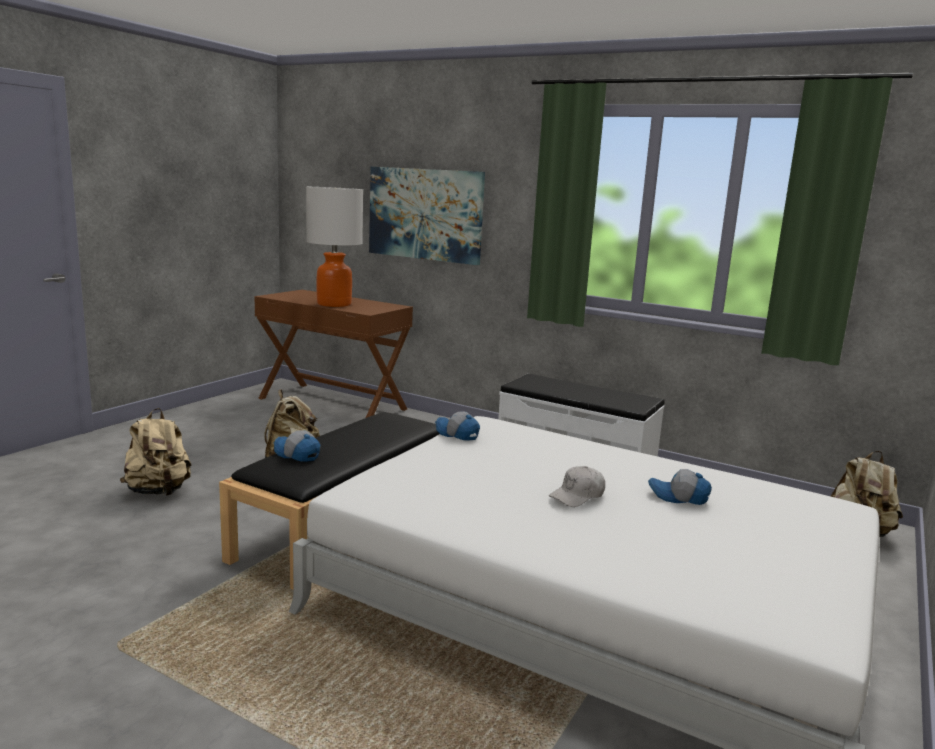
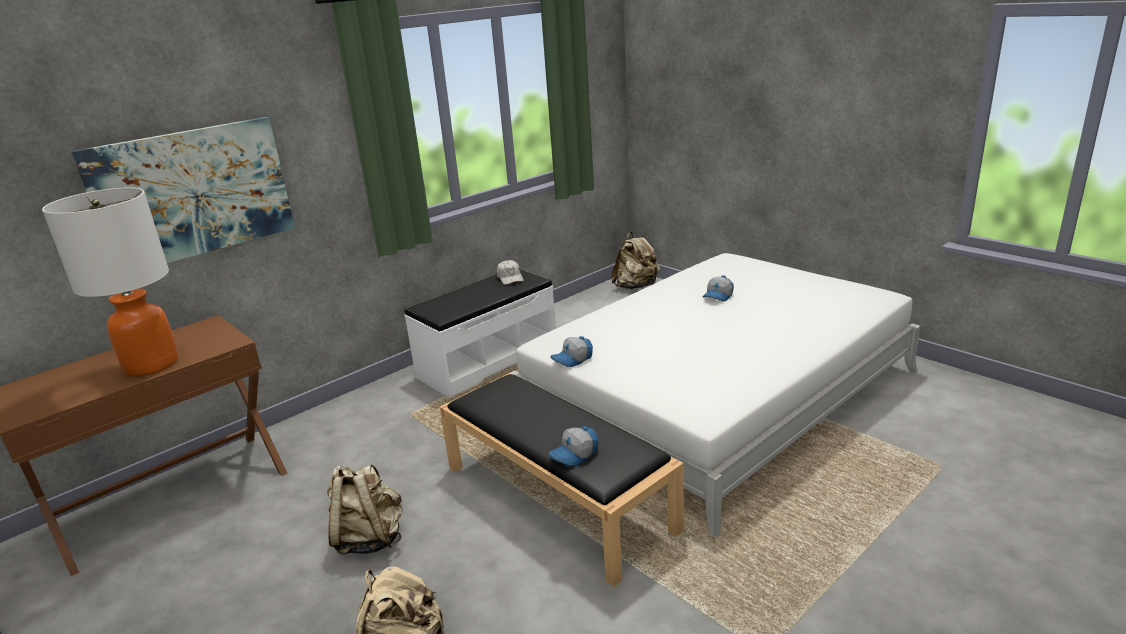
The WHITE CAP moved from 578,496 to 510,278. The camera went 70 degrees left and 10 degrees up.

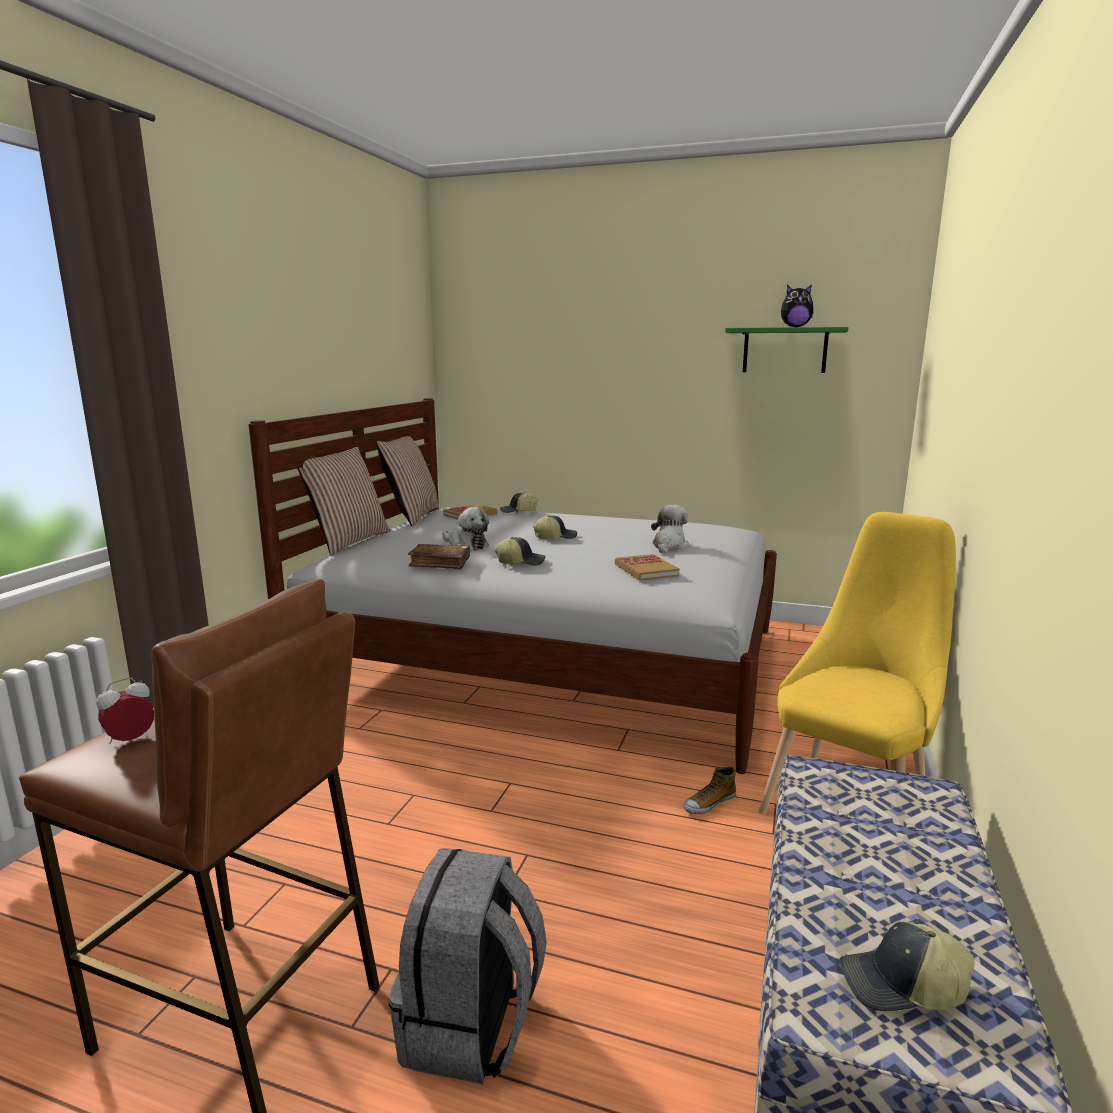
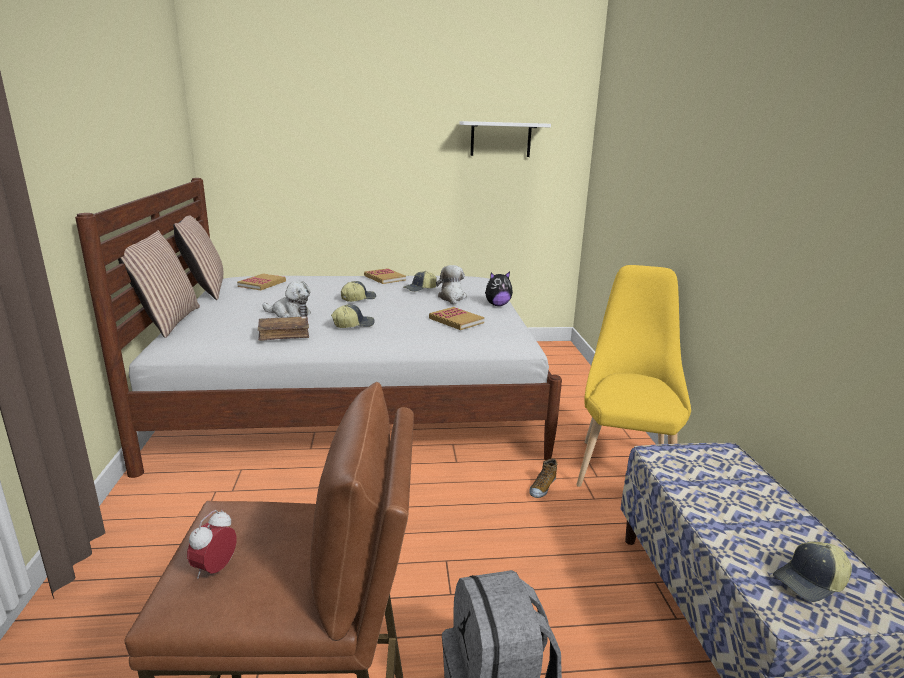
The BOOK at 384,278 appeared. The CAP moved from 518,512 to 420,289. The PLUSH TOY moved from 795,327 to 497,305. The GREEN SHELF at 784,350 became the WHITE SHELF at 500,139. The camera went 25 degrees left and 5 degrees up.

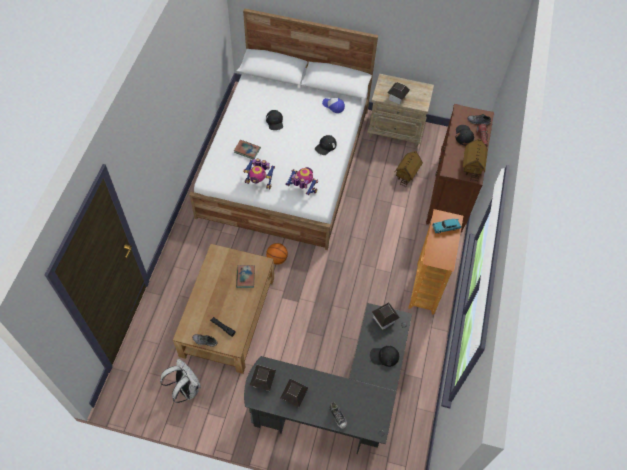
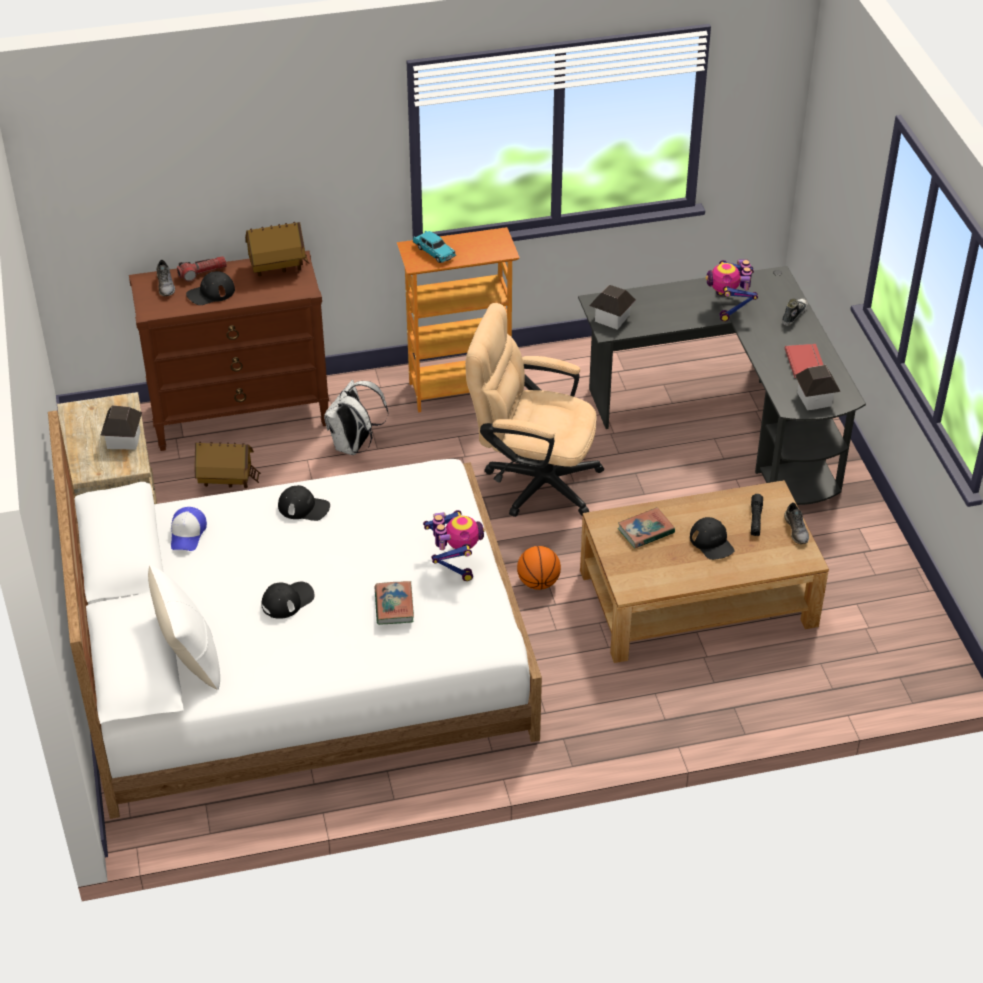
The WHITE PILLOW at 190,658 appeared. The BEIGE OFFICE CHAIR at 532,480 appeared. The WHITE BACKPACK moved from 185,389 to 354,446. The TOY ROBOT moved from 302,190 to 729,306. The BLACK CAP moved from 384,356 to 712,542. The TOY HOUSE at 294,396 was replaced by the RED BOOK at 806,362. The camera went 115 degrees left and 15 degrees down.

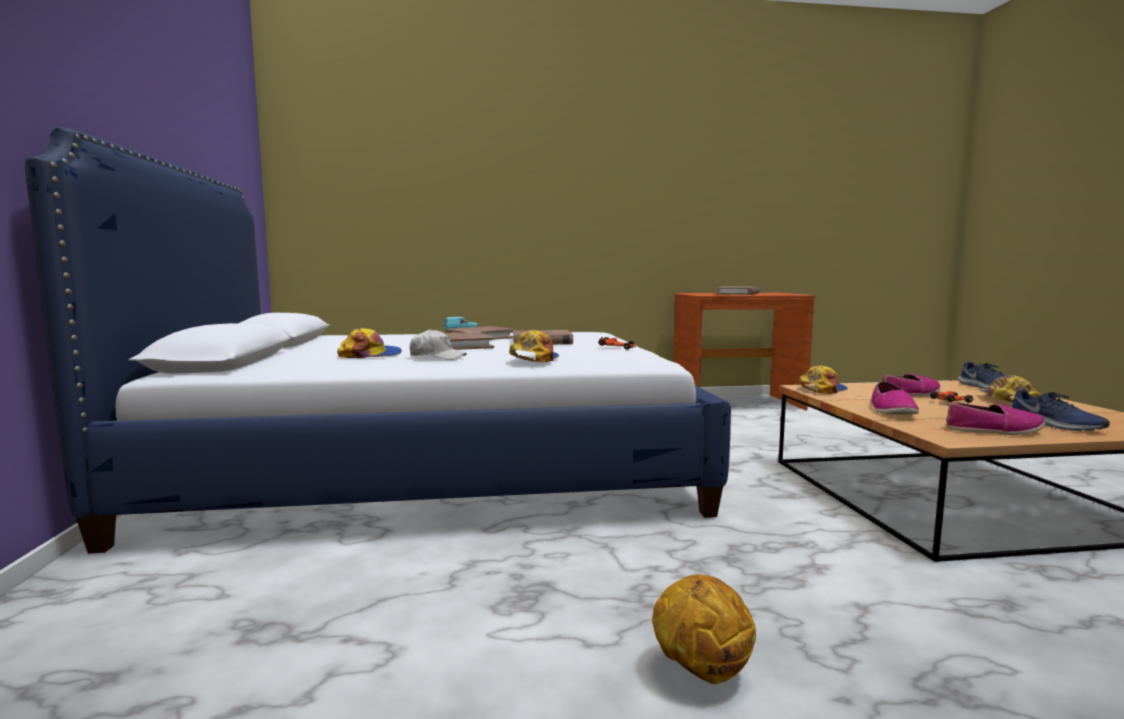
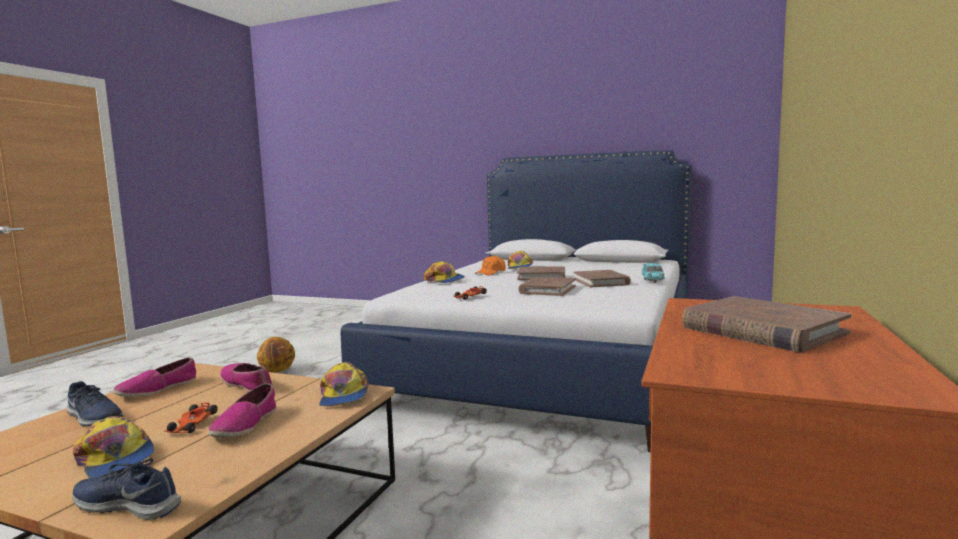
The WHITE CAP at 437,357 became the ORANGE CAP at 491,273. The BLUE SHOE at 1054,425 turned 150 degrees counterclockwise. The camera went 120 degrees right and 0 degrees up.

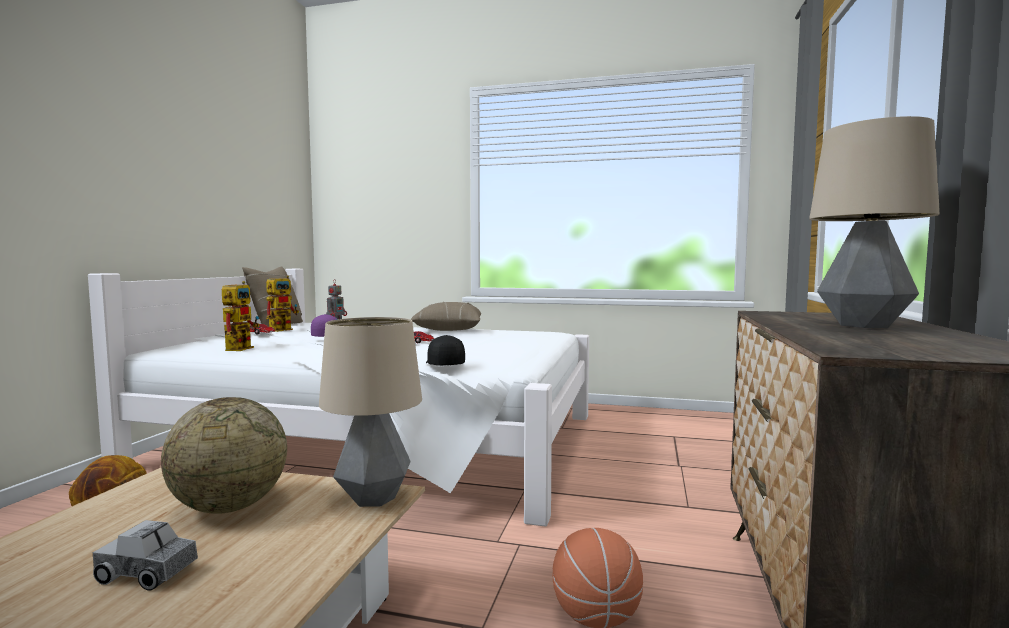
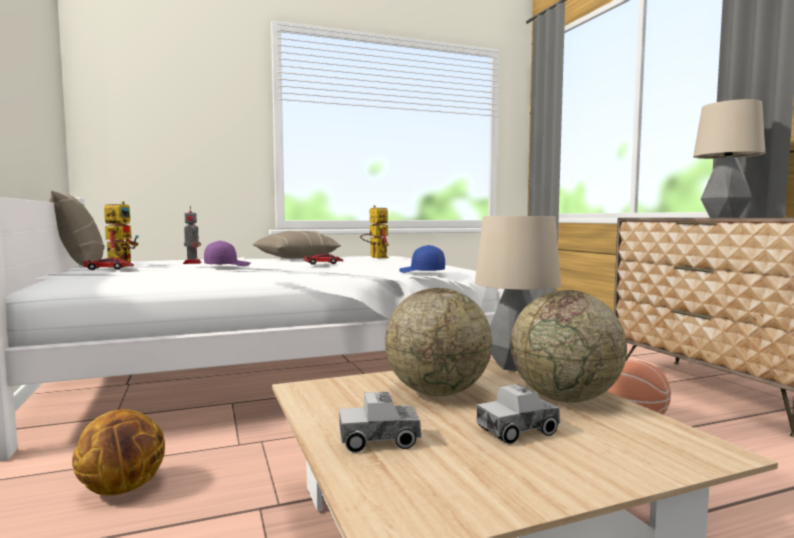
The TOY TRUCK at 379,440 appeared. The GLOBE at 565,398 appeared. The TOY ROBOT moved from 240,348 to 375,257. The BLACK CAP at 443,364 became the BLUE CAP at 421,272. The camera went 35 degrees left and 0 degrees up.

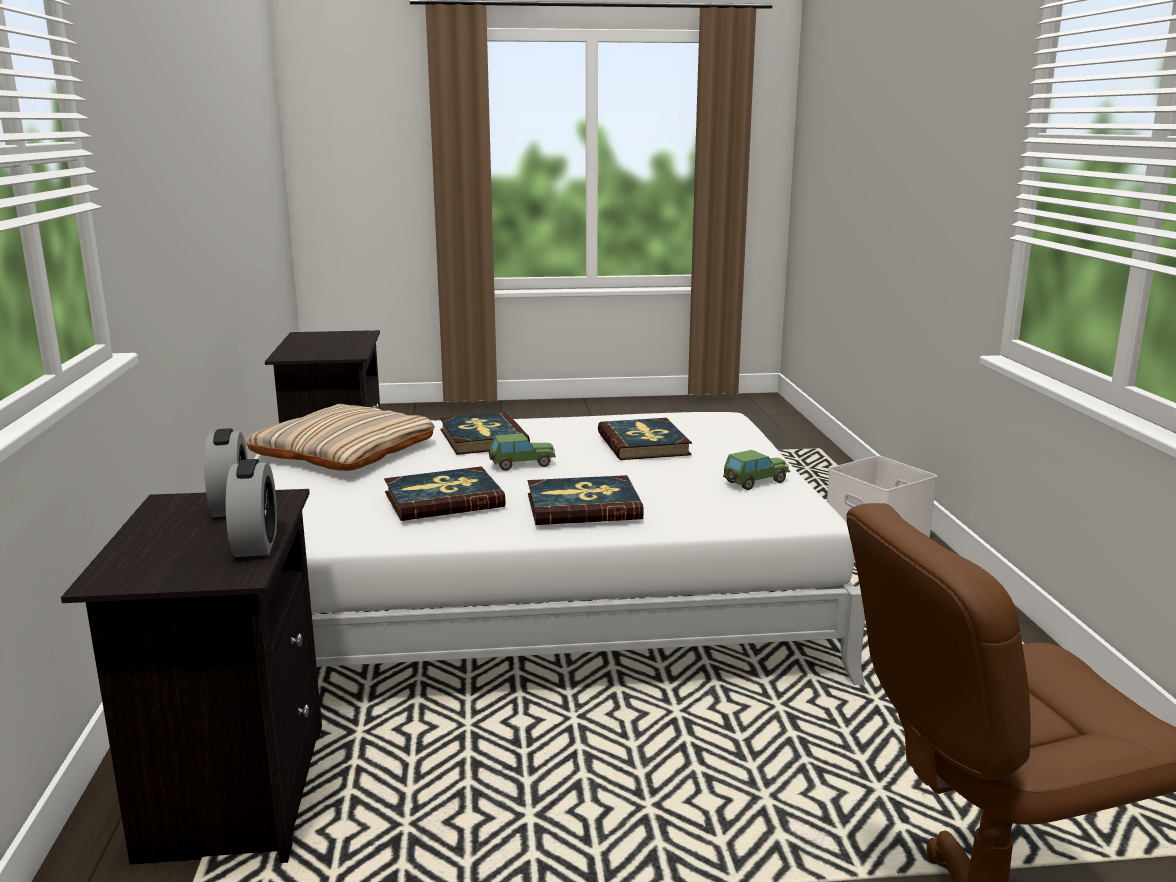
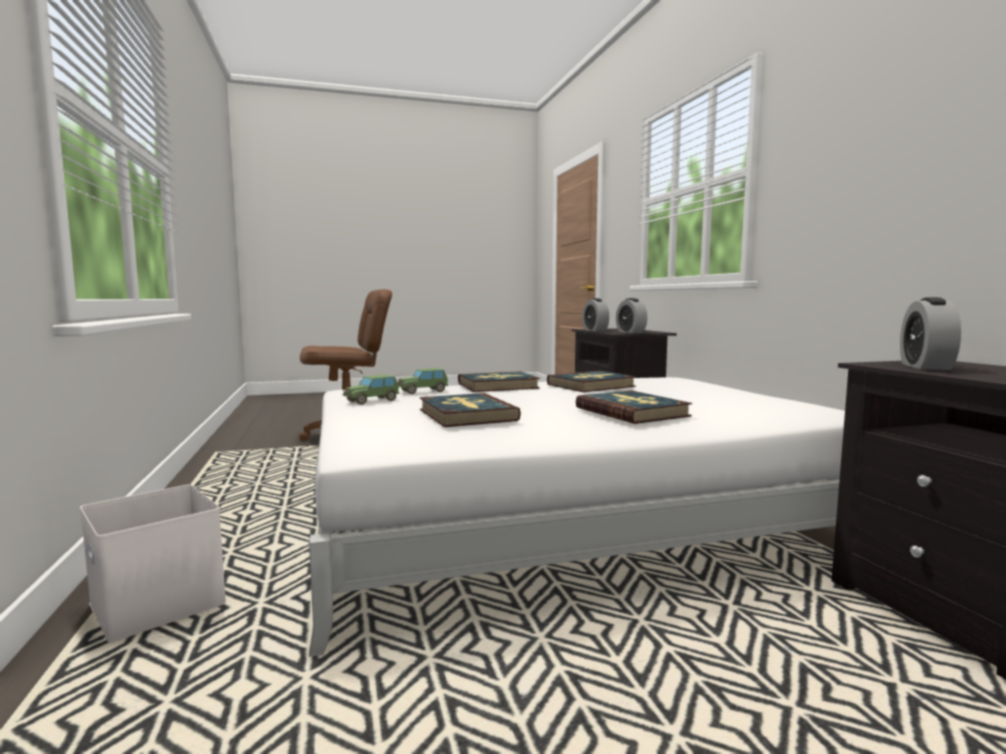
The BEIGE PILLOW at 344,450 disappeared. The ALARM CLOCK at 925,367 appeared. The TOY CAR moved from 521,464 to 423,391. The camera went 170 degrees right and 10 degrees down.

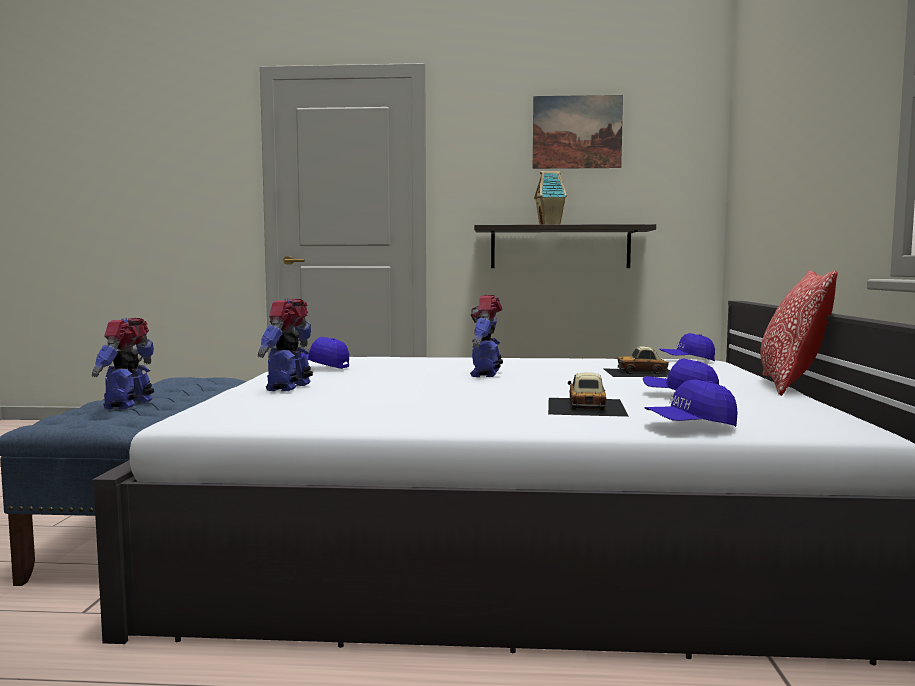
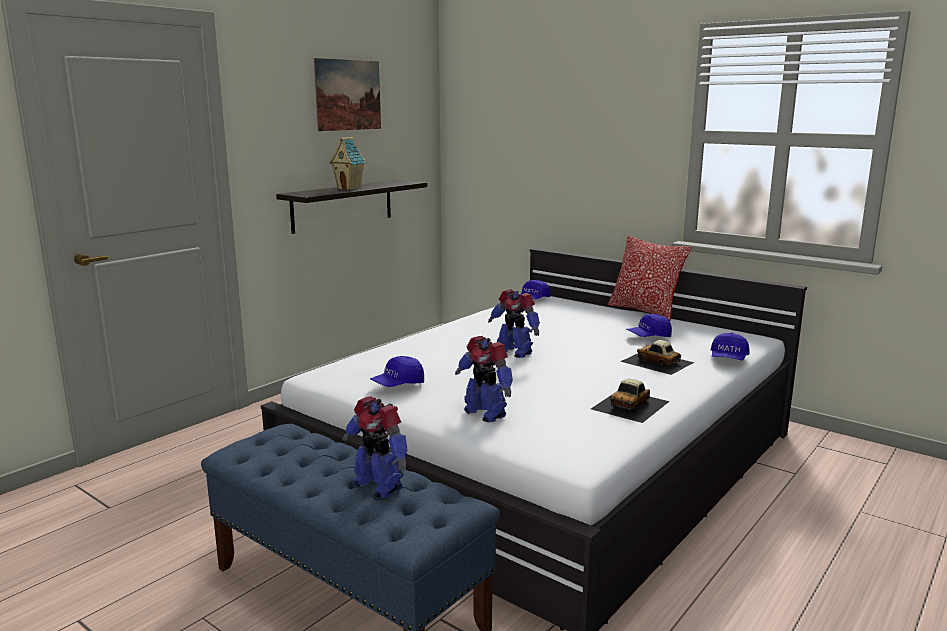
The TOY CAR moved from 641,372 to 631,405. The camera went 55 degrees left and 10 degrees up.

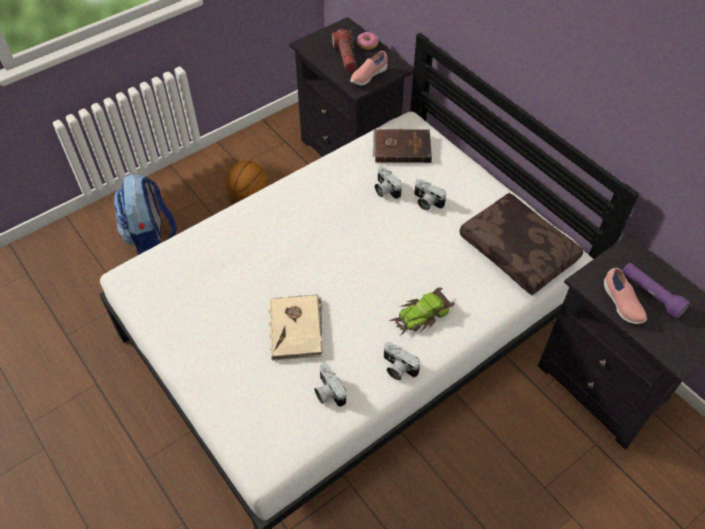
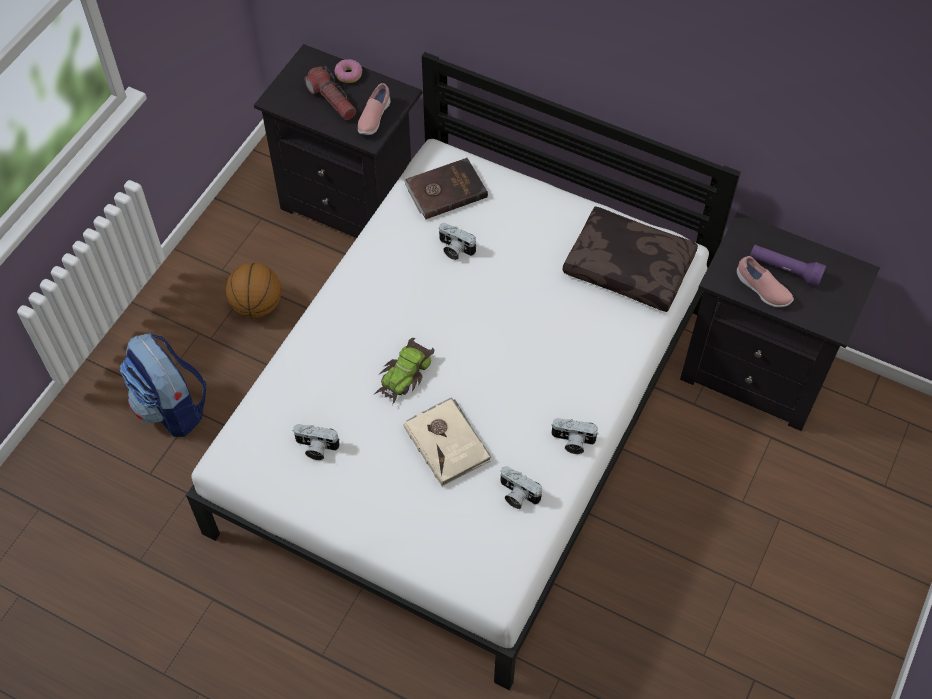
The TOY CAR moved from 421,315 to 404,375. The PHOTO CAMERA moved from 426,202 to 315,448. The camera went 25 degrees left and 5 degrees up.

